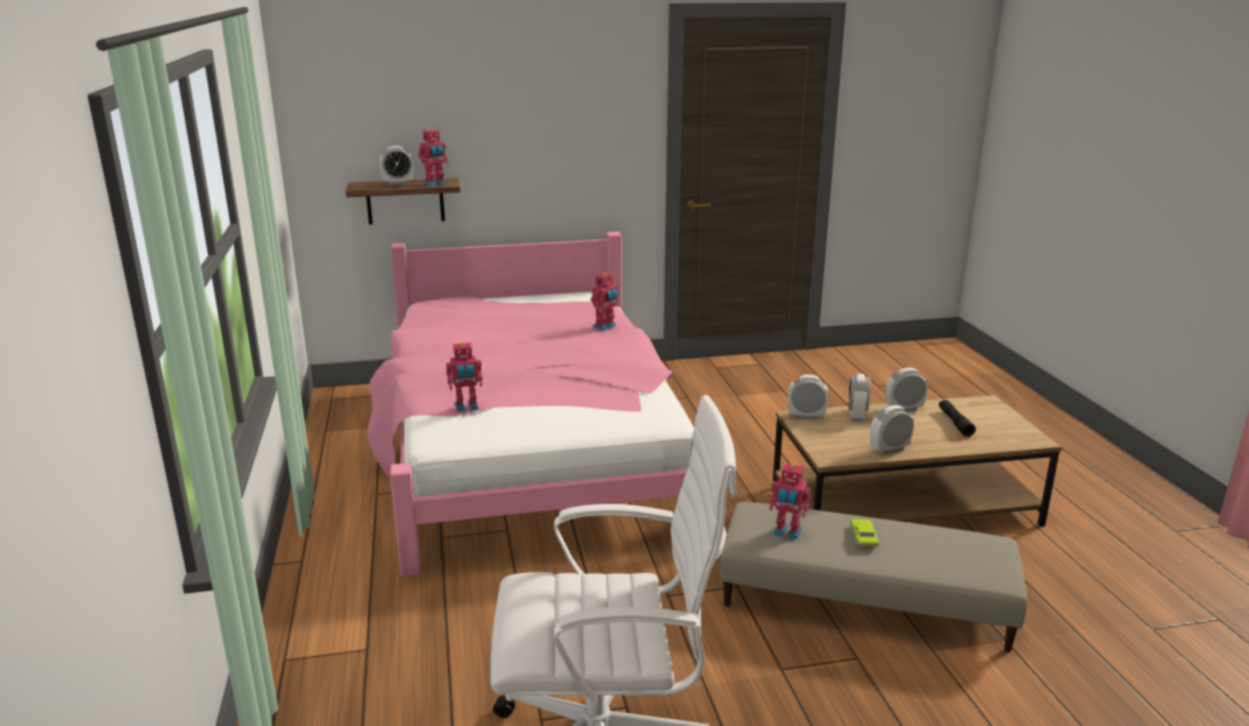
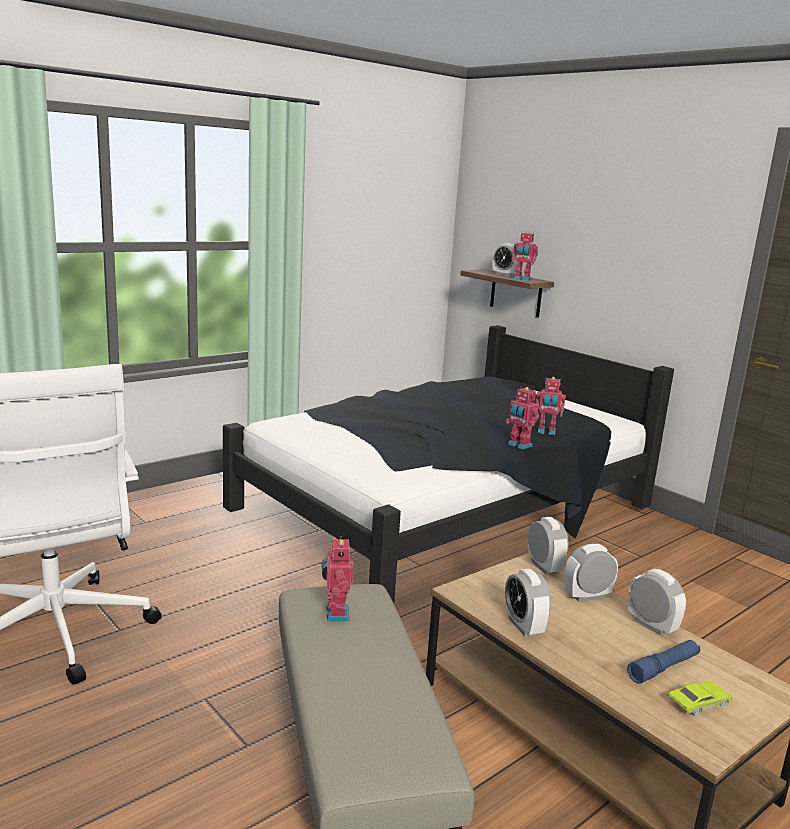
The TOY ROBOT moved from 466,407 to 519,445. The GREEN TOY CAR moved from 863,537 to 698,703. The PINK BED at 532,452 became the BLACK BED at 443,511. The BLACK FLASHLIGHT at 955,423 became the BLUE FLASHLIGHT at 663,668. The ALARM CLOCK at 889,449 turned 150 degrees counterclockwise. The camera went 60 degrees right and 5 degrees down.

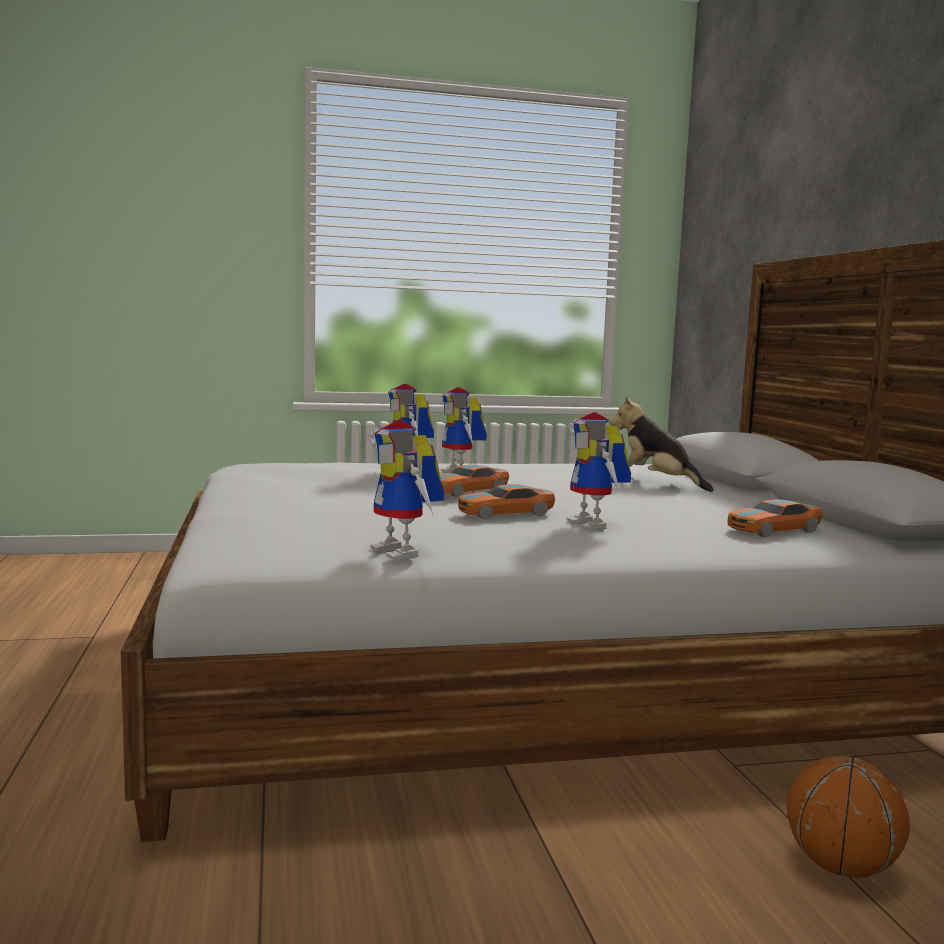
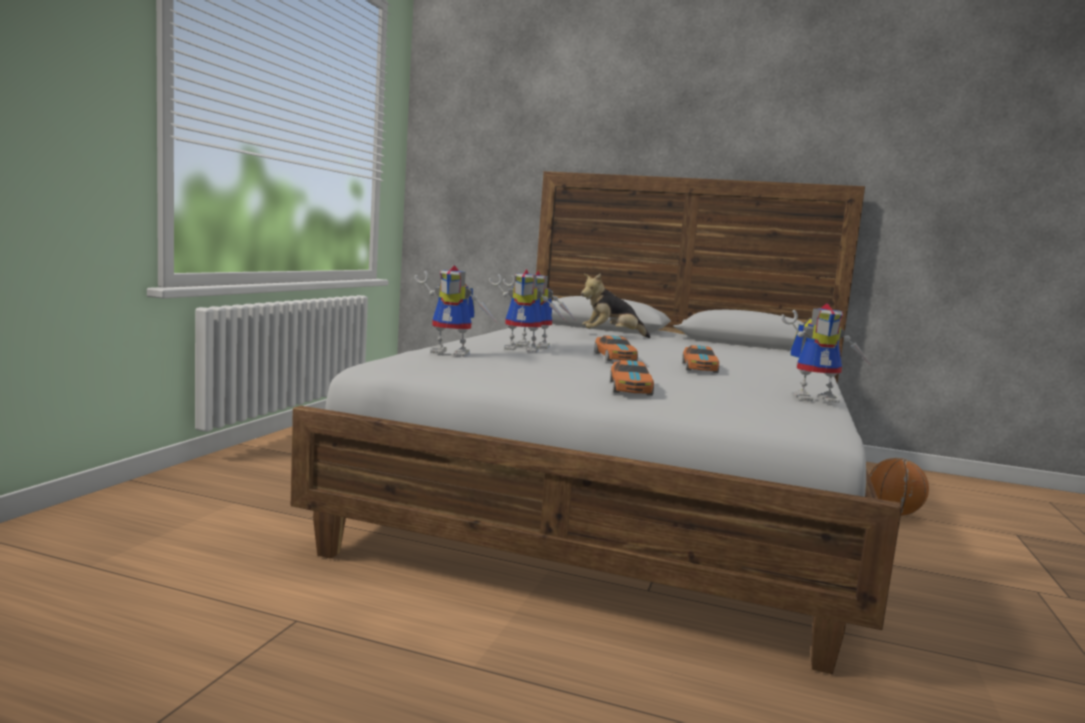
The TOY ROBOT moved from 595,525 to 454,353. The TOY CAR moved from 773,530 to 630,388. The camera went 60 degrees left and 0 degrees up.

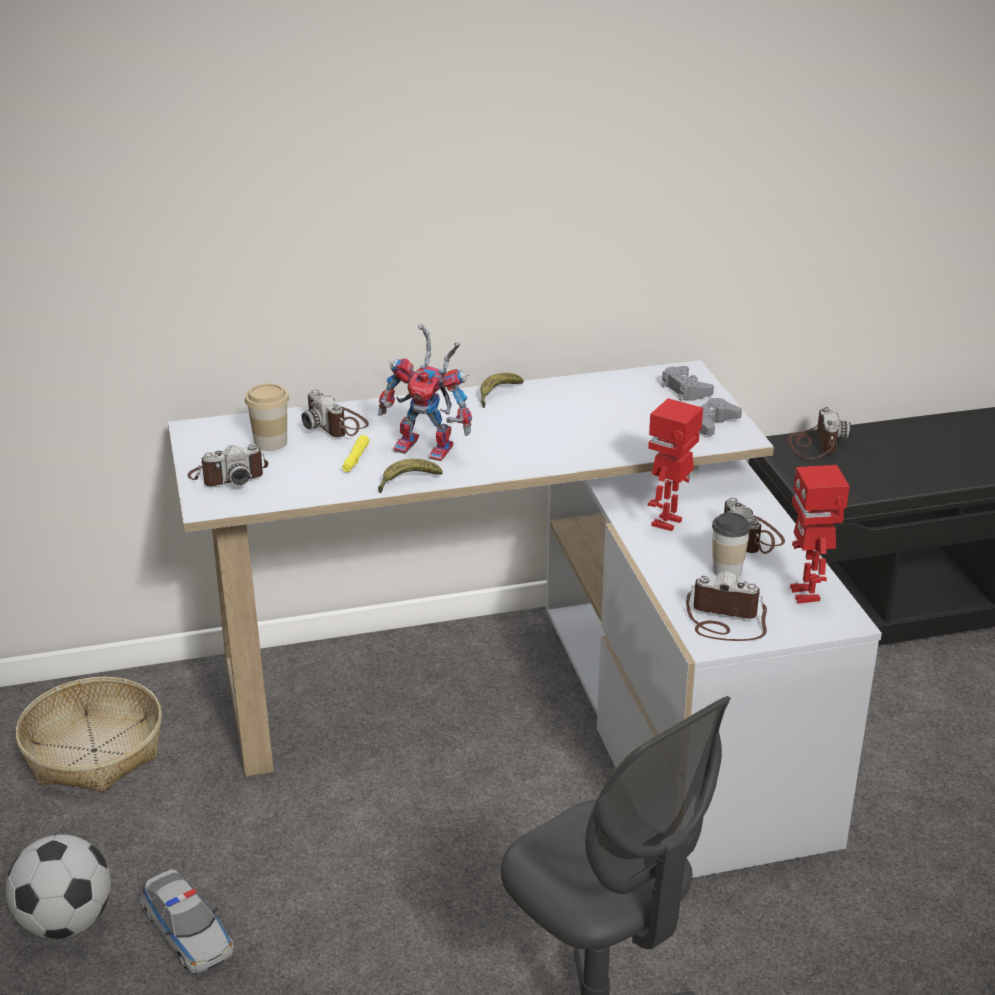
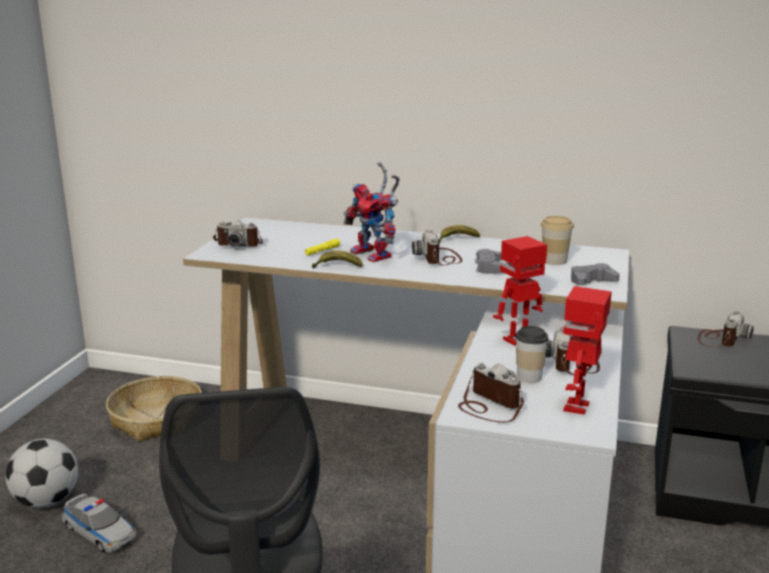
The CUP moved from 270,443 to 554,261. The PHOTO CAMERA moved from 336,424 to 439,258. The GREY GAME CONTROLLER moved from 685,389 to 489,267. The TOY CAR at 187,932 turned 45 degrees counterclockwise. The camera went 30 degrees right and 10 degrees down.

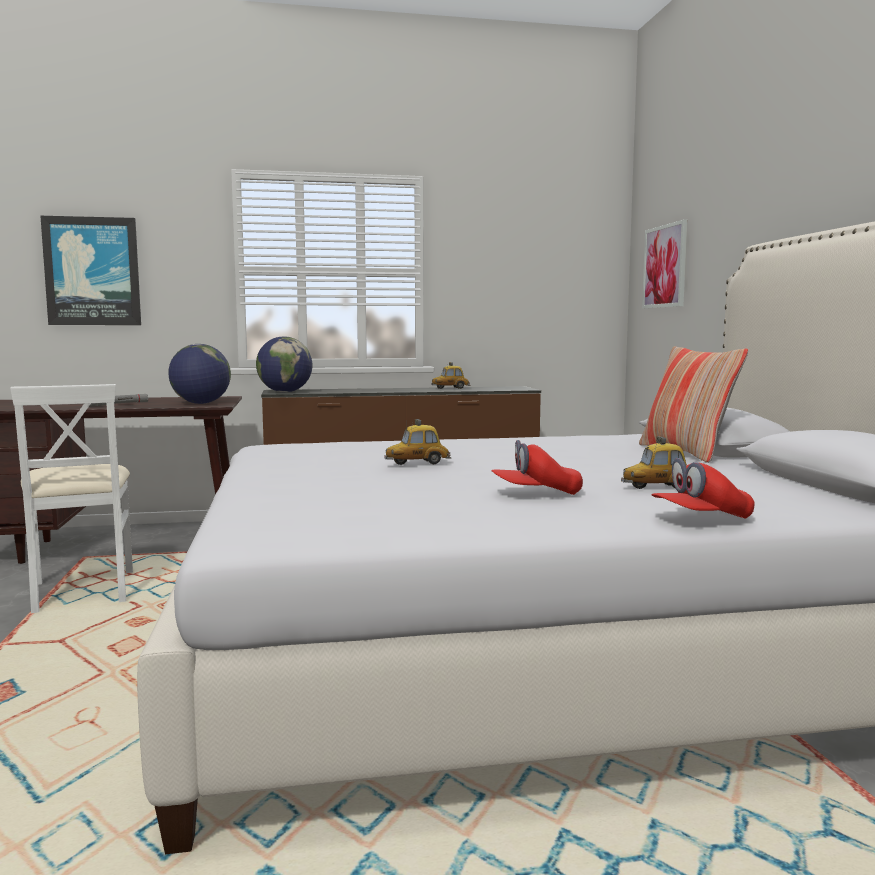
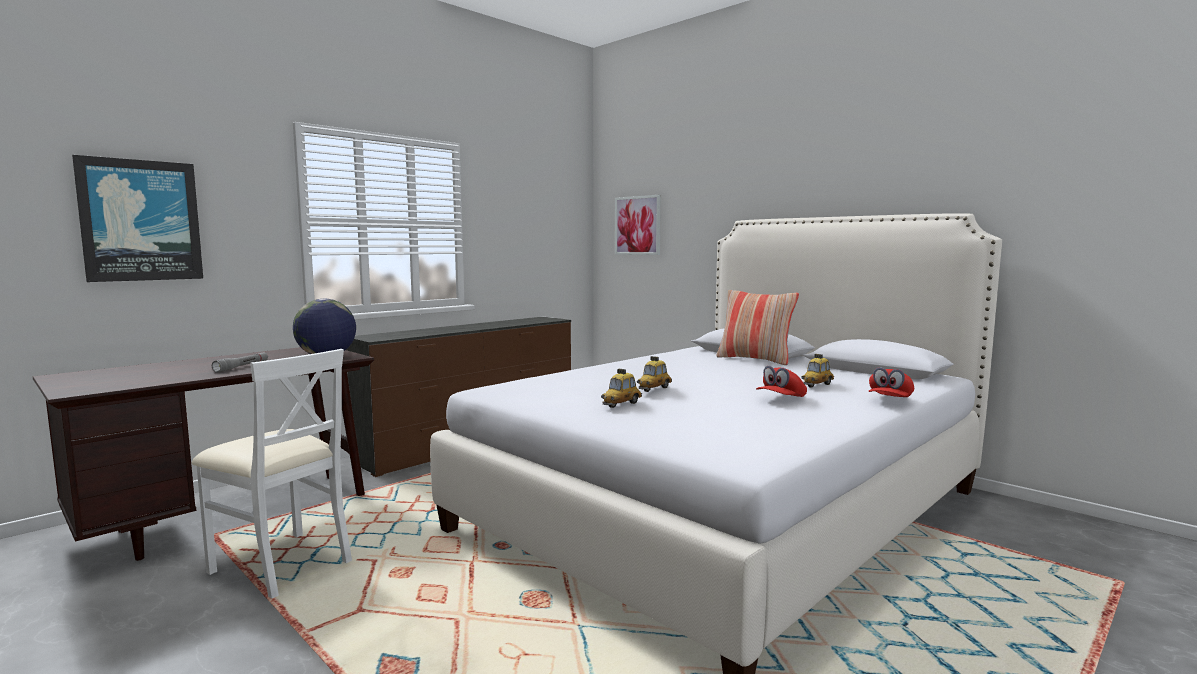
The GLOBE at 285,392 disappeared. The TOY CAR moved from 450,388 to 621,404. The camera went 35 degrees left and 0 degrees up.

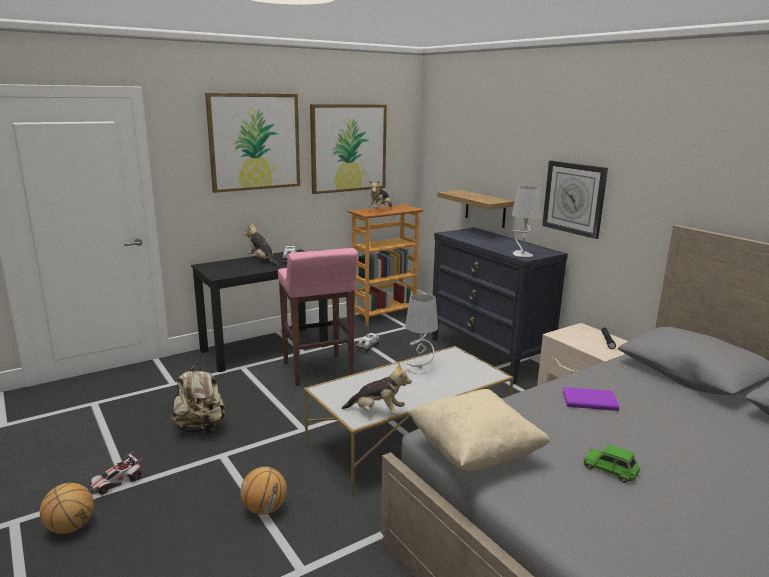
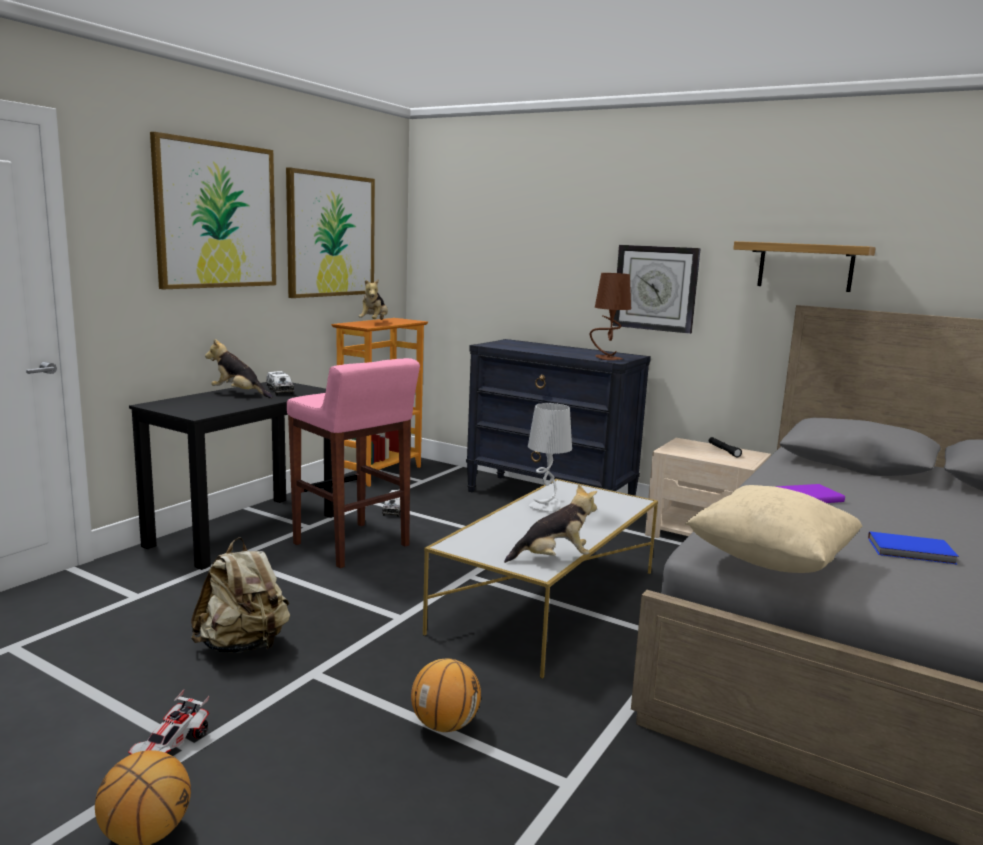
The SHELF moved from 485,209 to 805,266. The GREEN TOY CAR at 611,469 was replaced by the BLUE BOOK at 912,551. The GREY TABLE LAMP at 521,254 became the BROWN TABLE LAMP at 606,359. The camera went 25 degrees left and 5 degrees down.

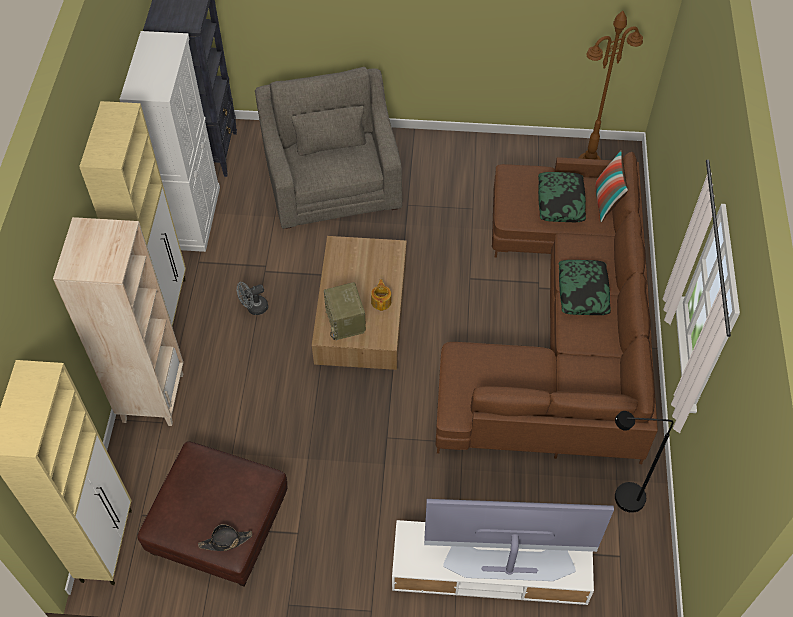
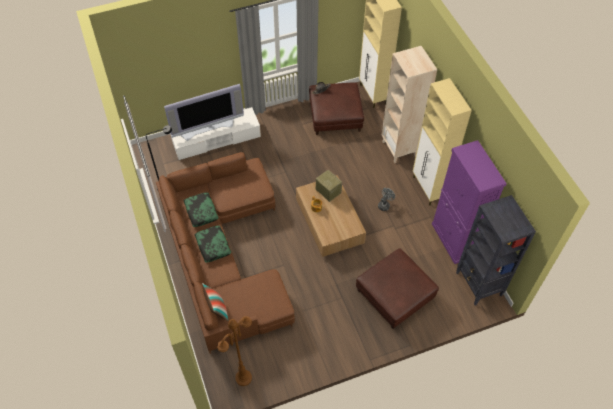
The PILLOW moved from 561,202 to 201,212. The GREY ARMCHAIR at 332,181 was replaced by the BROWN OTTOMAN at 395,295. The WHITE CABINET at 192,217 became the PURPLE CABINET at 454,240. The camera went 155 degrees right and 0 degrees up.

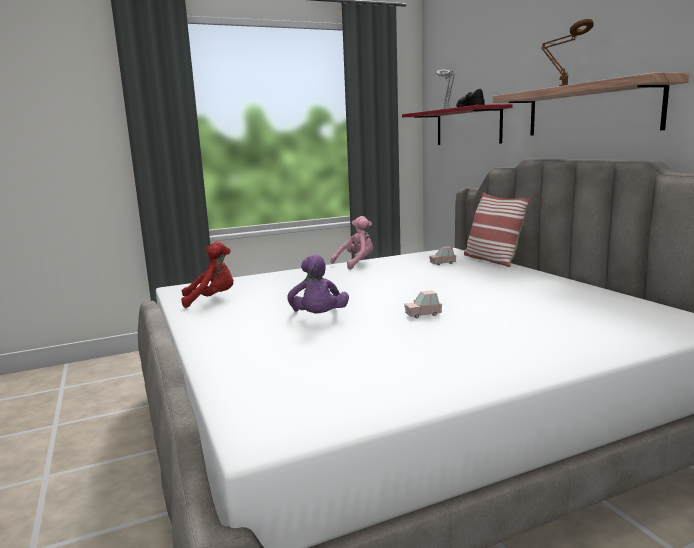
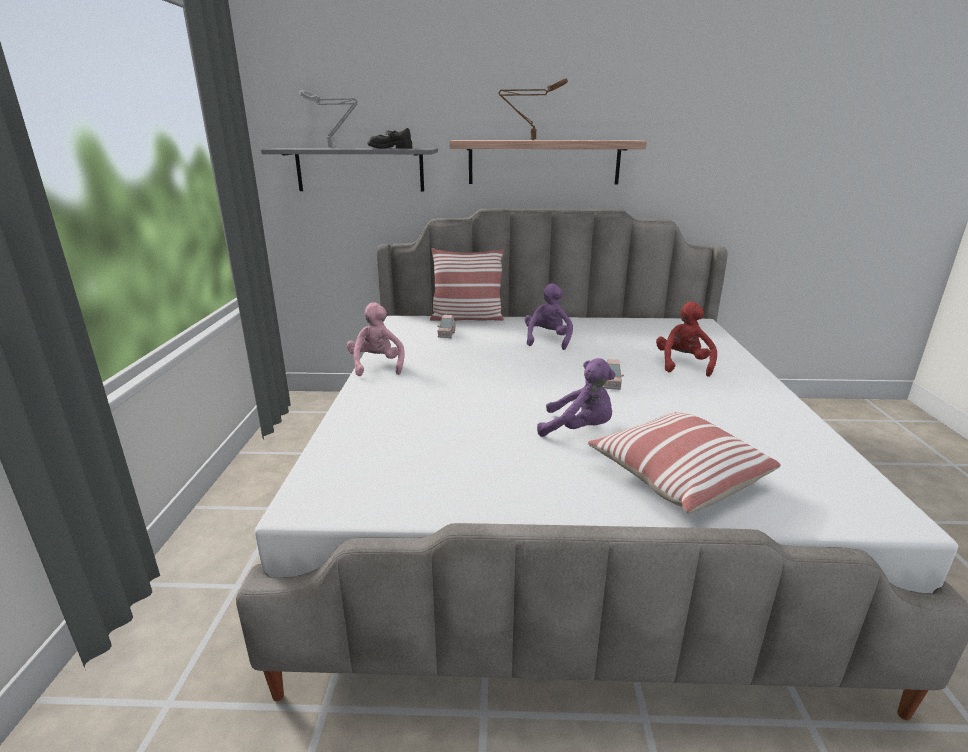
The PURPLE PLUSH TOY at 547,340 appeared. The PILLOW at 676,477 appeared. The RED PLUSH TOY moved from 211,299 to 683,364. The RED SHELF at 467,126 became the GREY SHELF at 360,169. The camera went 65 degrees left and 10 degrees up.

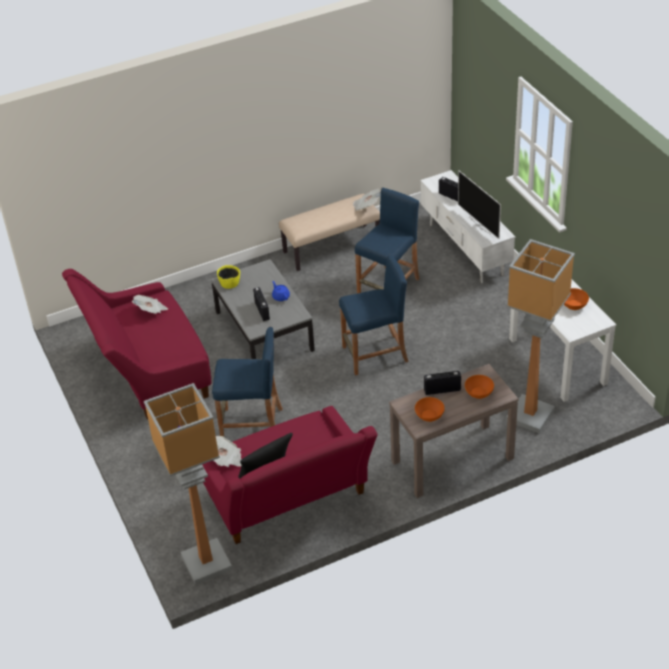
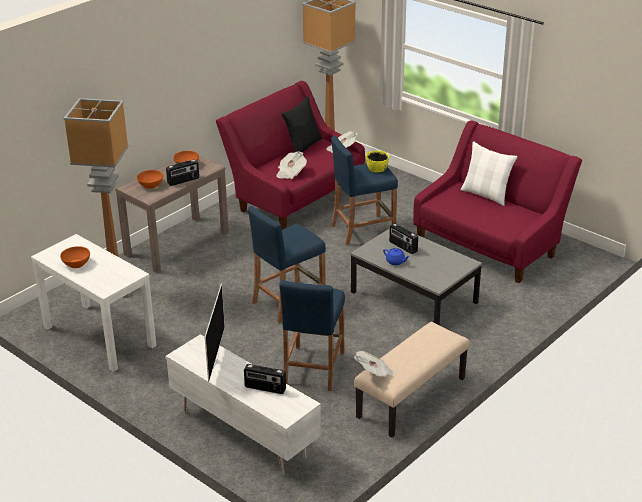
The WHITE PILLOW at 486,195 appeared. The NEWSPAPER moved from 151,311 to 290,173. The YELLOW BOWL moved from 229,283 to 377,168. The TELEVISION at 480,225 turned 60 degrees clockwise. The camera went 155 degrees right and 10 degrees down.

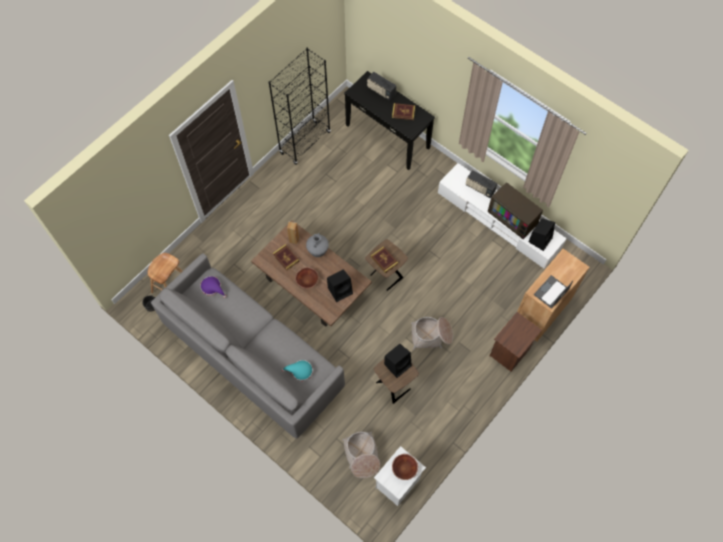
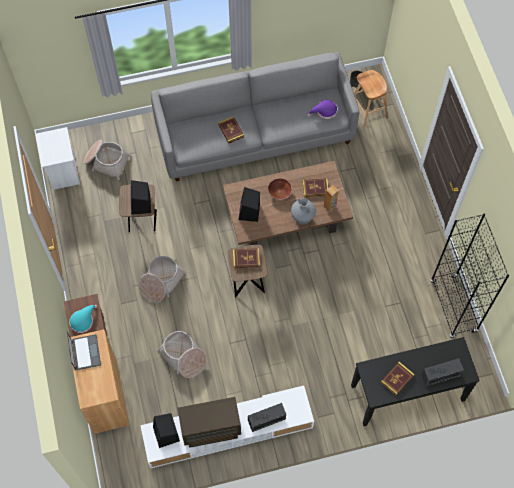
The BROWN BOWL at 404,468 disappeared. The BASKET at 183,357 appeared. The BOOK at 231,131 appeared. The TURQUOISE HAT moved from 300,371 to 83,320. The camera went 125 degrees right and 0 degrees up.

